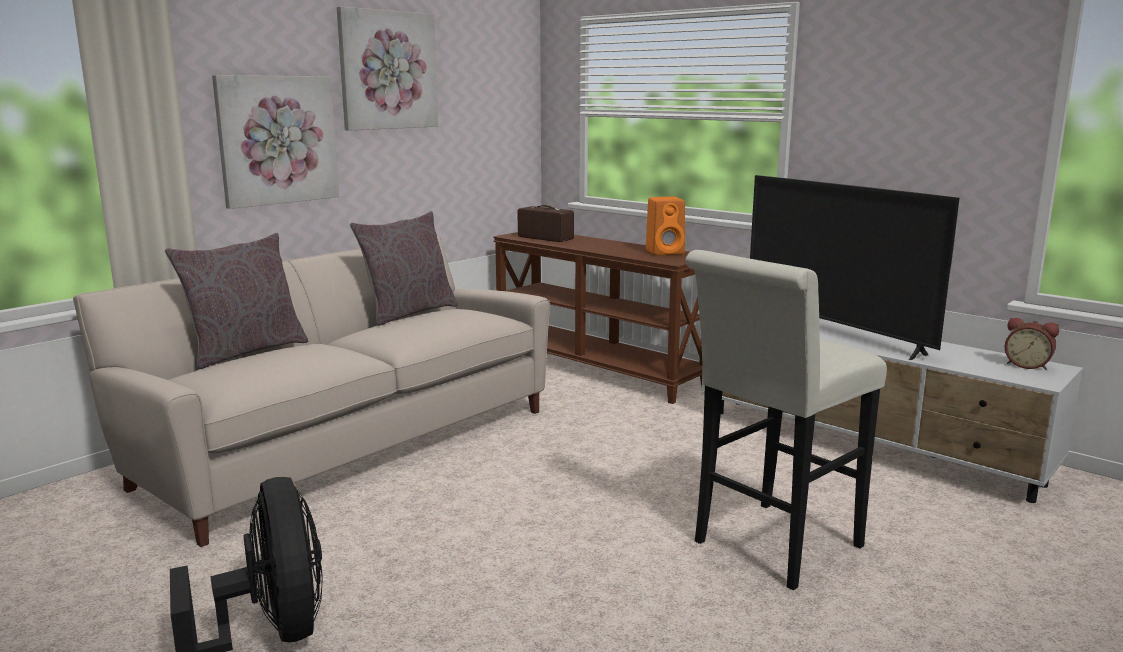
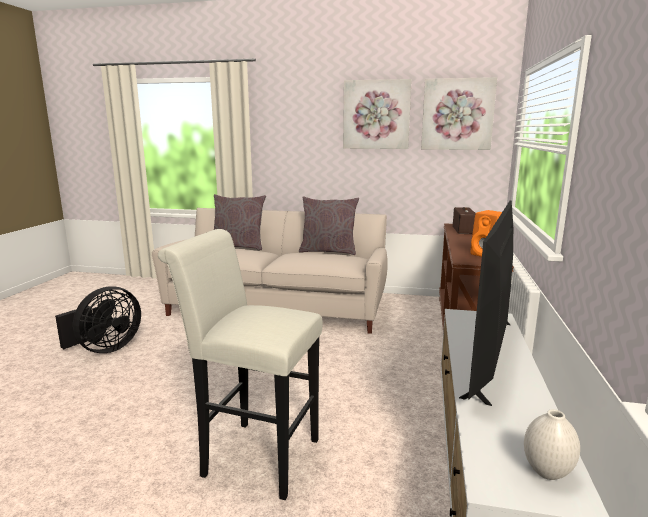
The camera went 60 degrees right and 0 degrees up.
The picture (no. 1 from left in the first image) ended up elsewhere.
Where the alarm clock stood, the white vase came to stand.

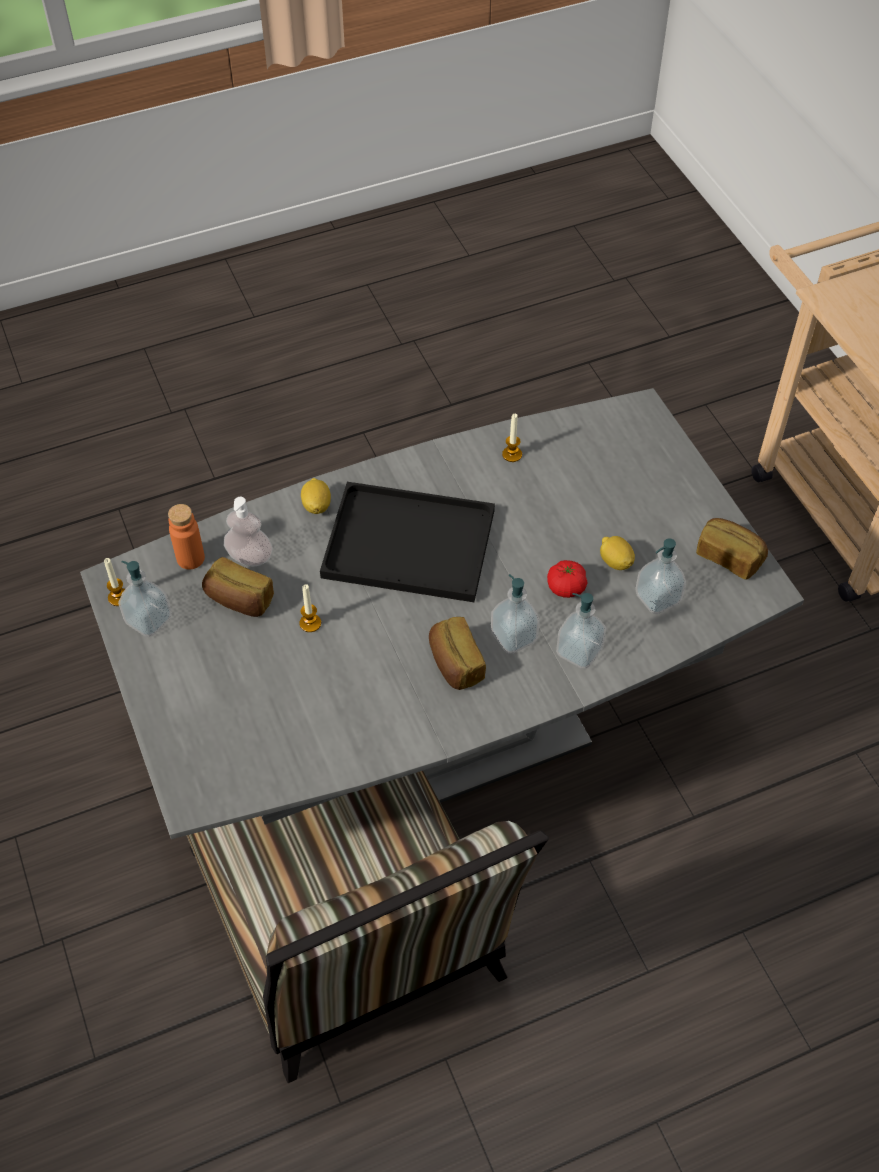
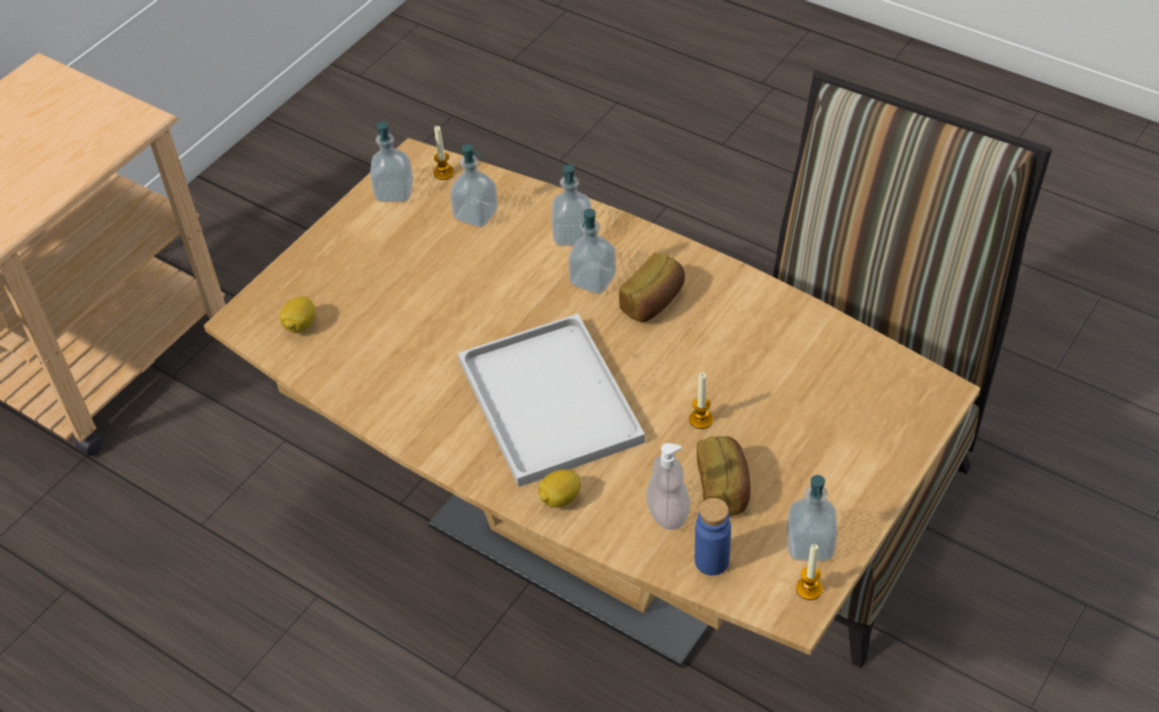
The camera went 120 degrees left and 5 degrees down.
The second view lost the tomato.
The candle (no. 3 from left in the first image) ended up elsewhere.
The lemon (no. 2 from left in the first image) ended up elsewhere.
Where the bread (no. 3 from left) stood, the soap dispenser (no. 1 from left) came to stand.
What was the grey dining table turned into the brown dining table.
What was the orange bottle turned into the blue bottle.
What was the black tray turned into the white tray.

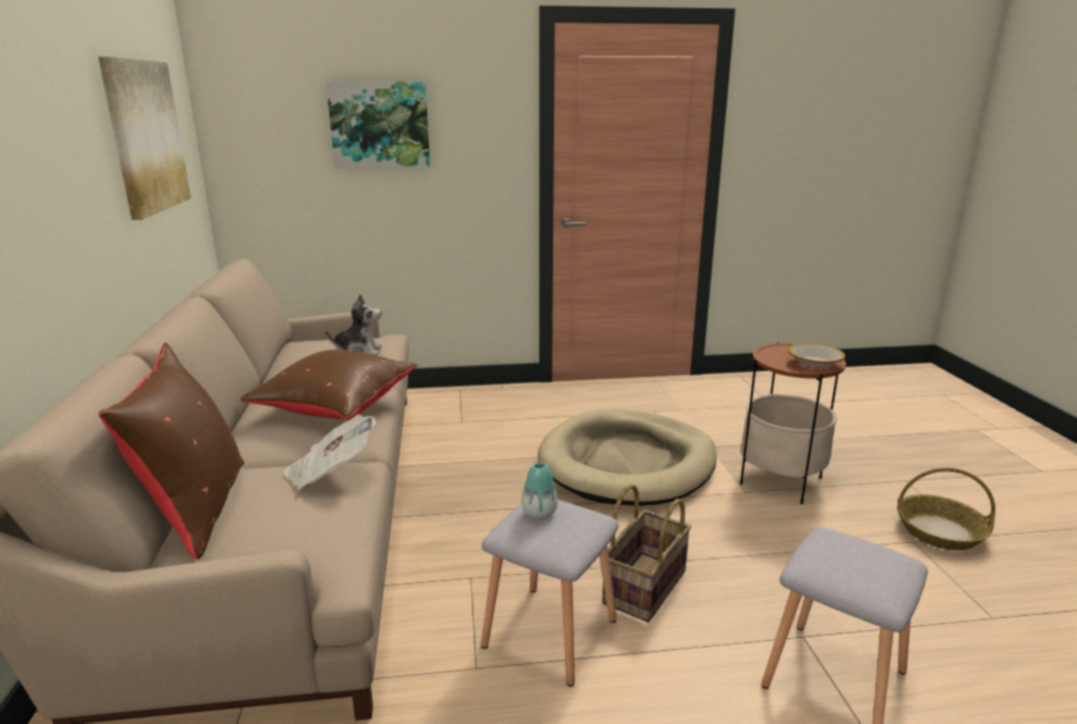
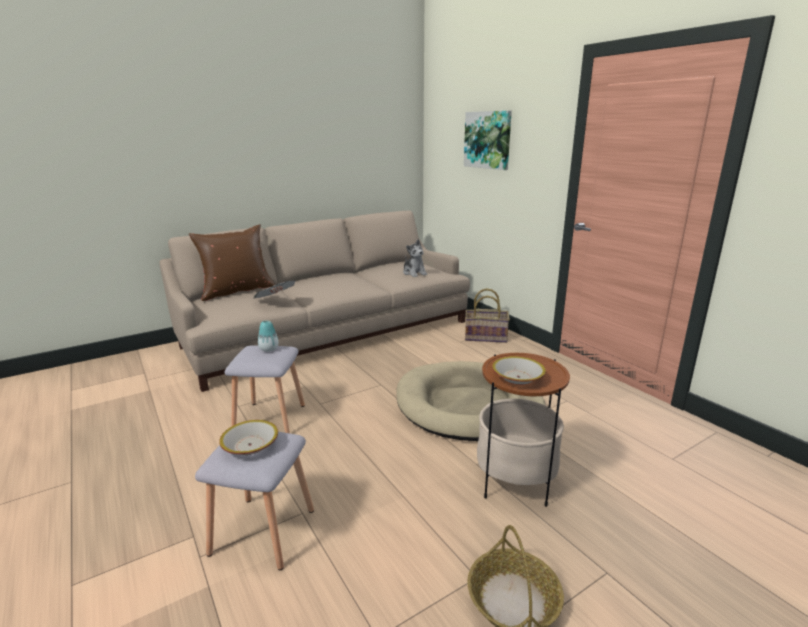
The camera went 65 degrees right and 0 degrees up.
The second view lost the picture (no. 1 from left).
The second view lost the brown pillow (no. 2 from left).
The second view gained the bowl (no. 1 from left).
The basket (no. 1 from left) ended up elsewhere.

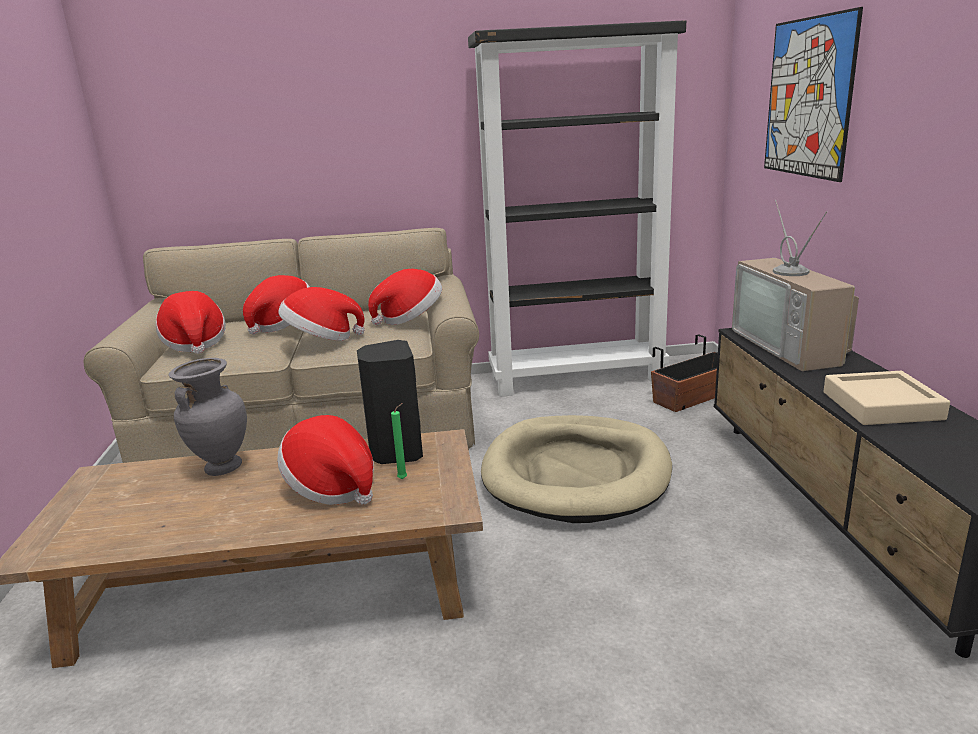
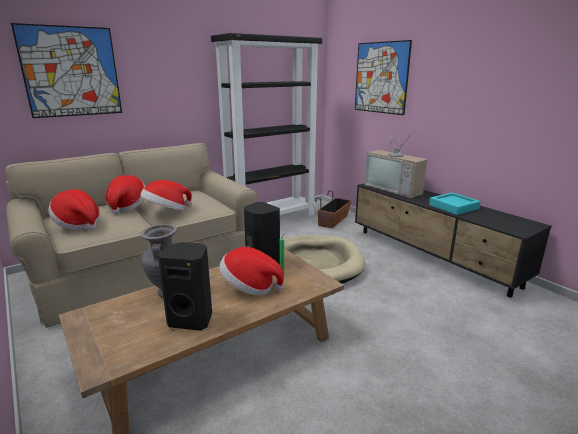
The camera went 30 degrees left and 0 degrees up.
The second view lost the hat (no. 5 from left).
The second view gained the picture (no. 1 from left).
The second view gained the black speaker (no. 1 from left).
What was the beige tray turned into the turquoise tray.

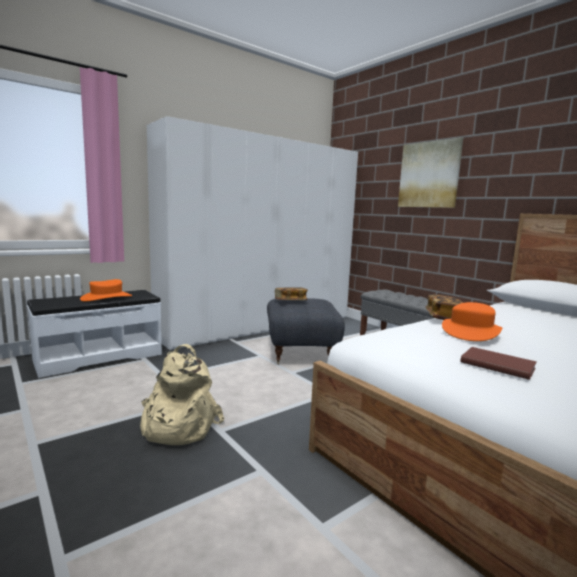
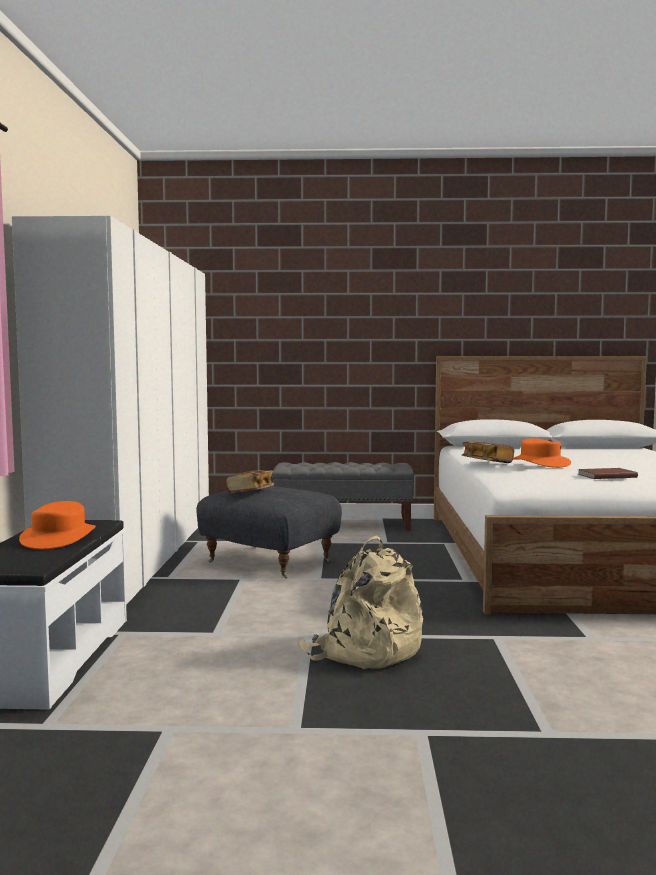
The camera went 50 degrees left and 5 degrees down.
The second view lost the picture.

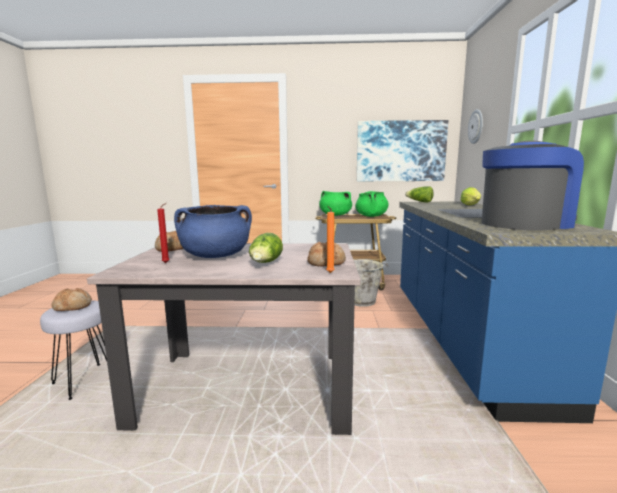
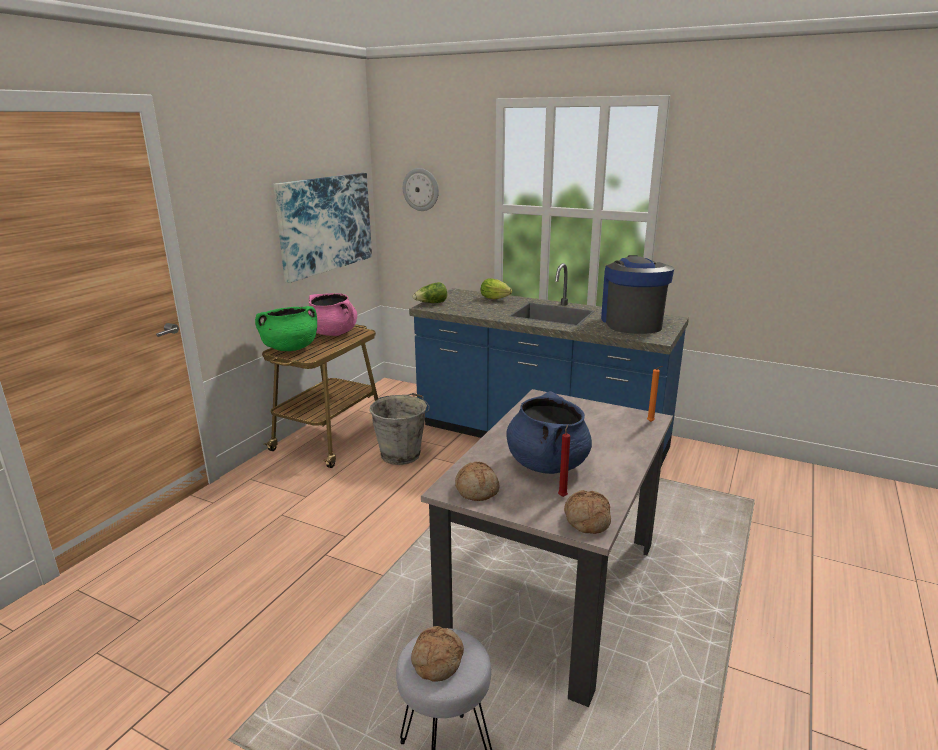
The camera went 65 degrees left and 10 degrees up.
The second view lost the lettuce (no. 1 from left).
The bread (no. 3 from left) ended up elsewhere.
What was the green cooking pot (no. 2 from left) turned into the pink cooking pot.

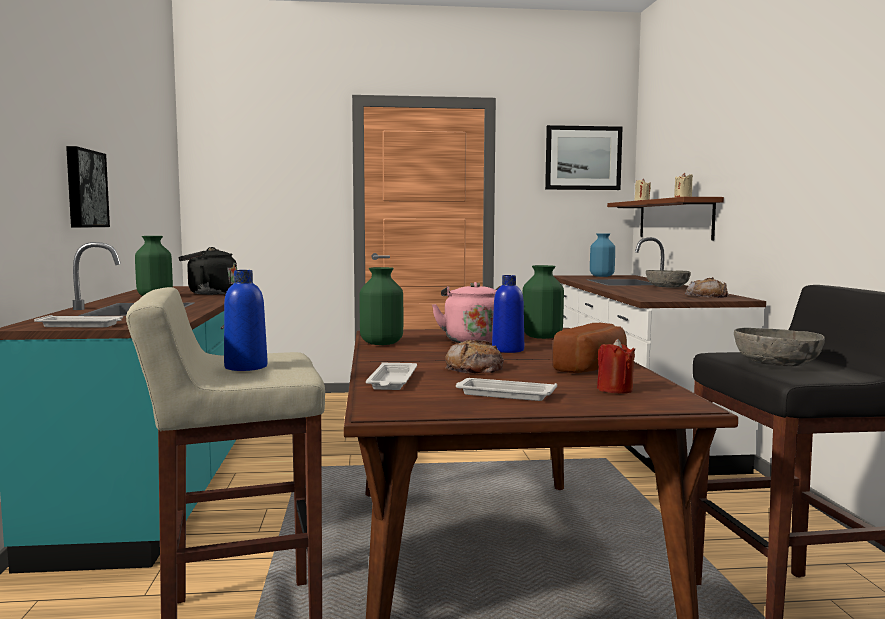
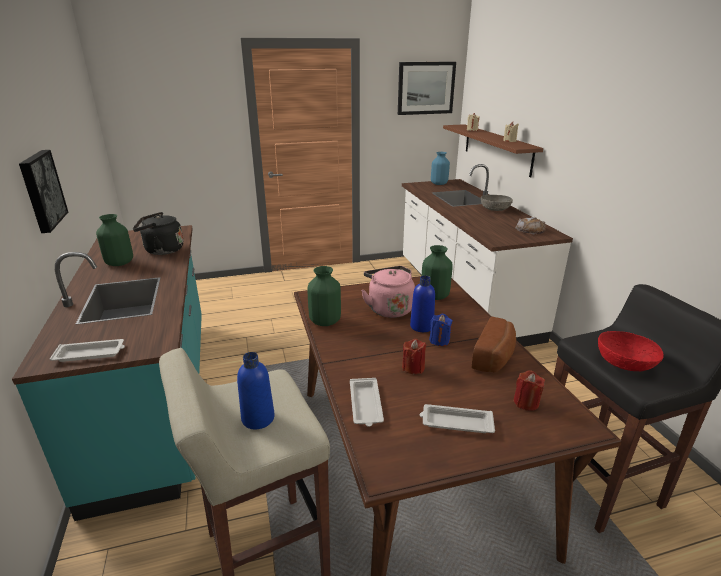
The camera went 10 degrees left and 20 degrees up.
The second view gained the blue candle.
Where the bread (no. 1 from left) stood, the red candle (no. 1 from left) came to stand.
What was the grey bowl (no. 2 from left) turned into the red bowl.

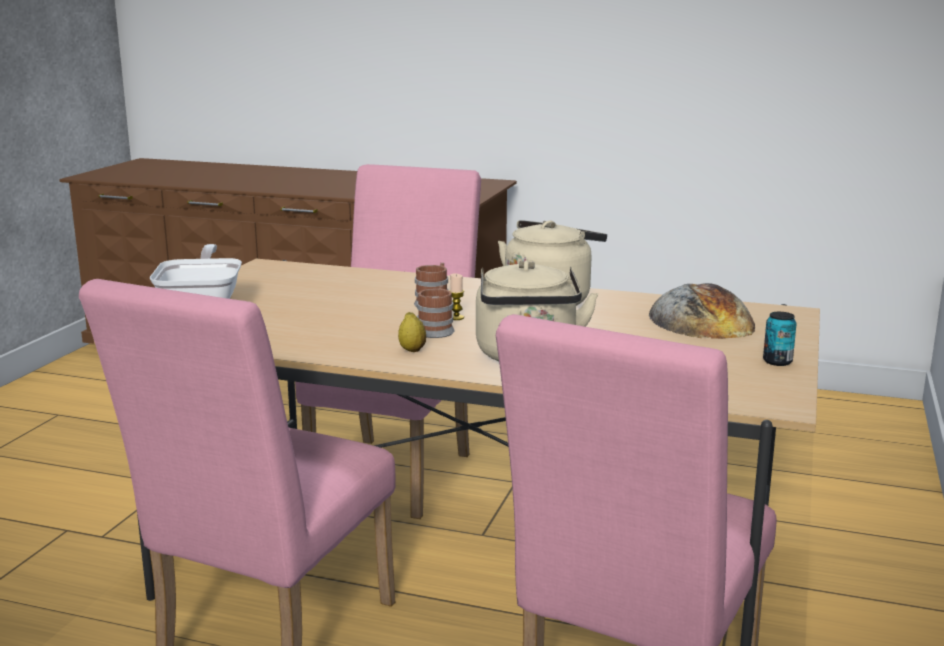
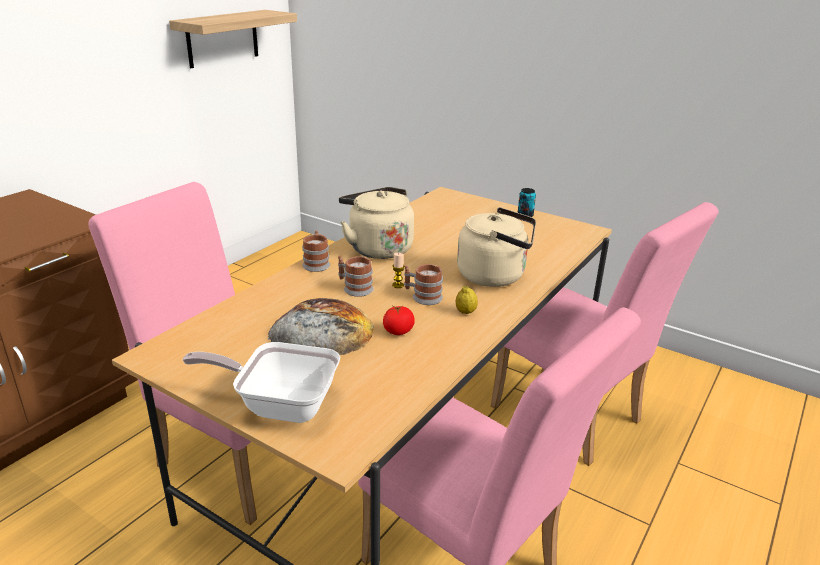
The camera went 75 degrees left and 10 degrees up.
The second view gained the shelf.
The second view gained the mug (no. 1 from left).
The second view gained the tomato.
The bread ended up elsewhere.

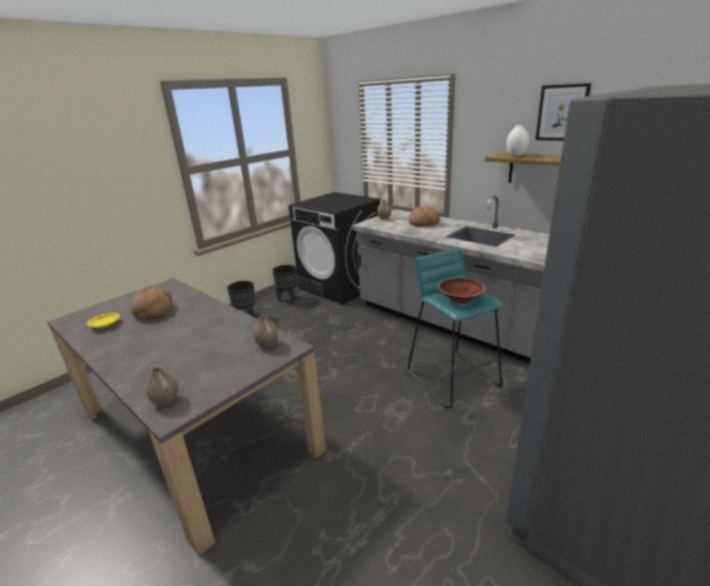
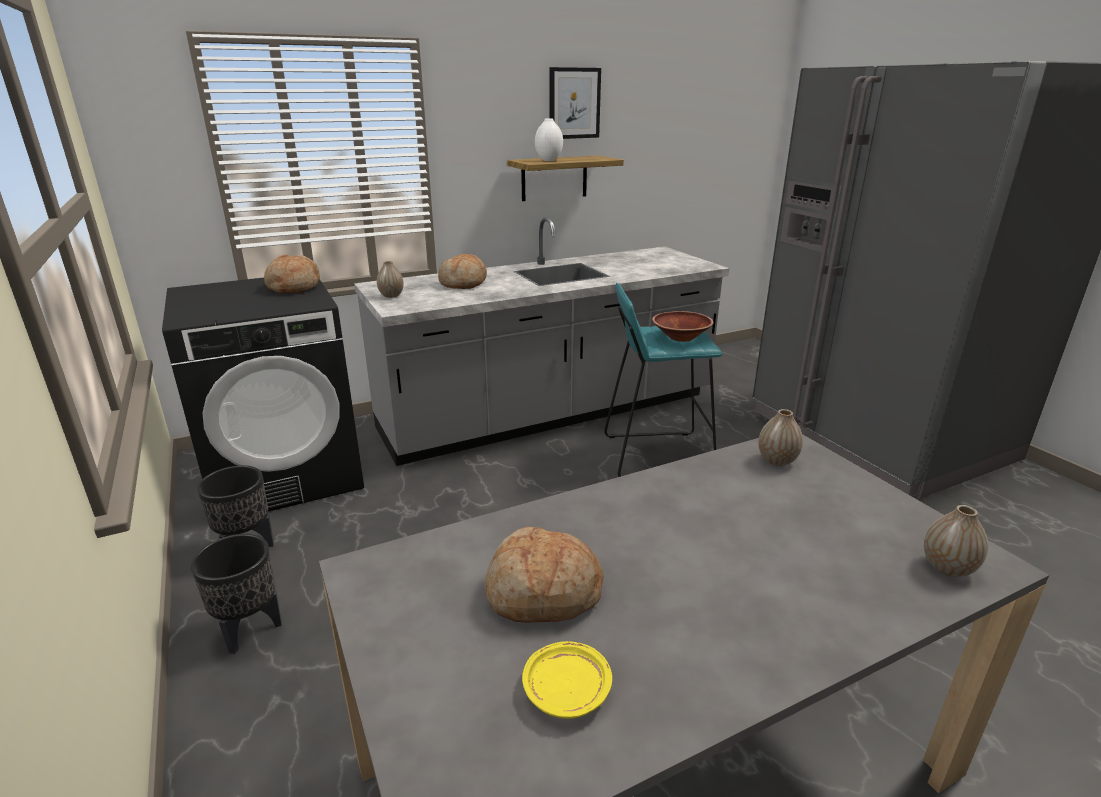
The camera went 70 degrees left and 0 degrees up.
The second view gained the bread (no. 1 from left).

